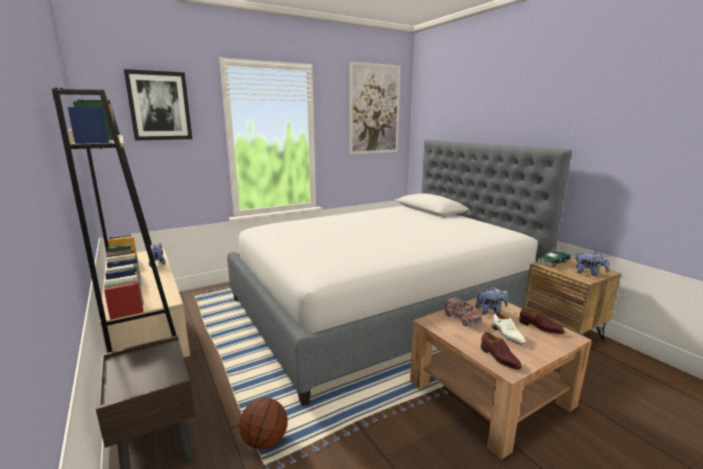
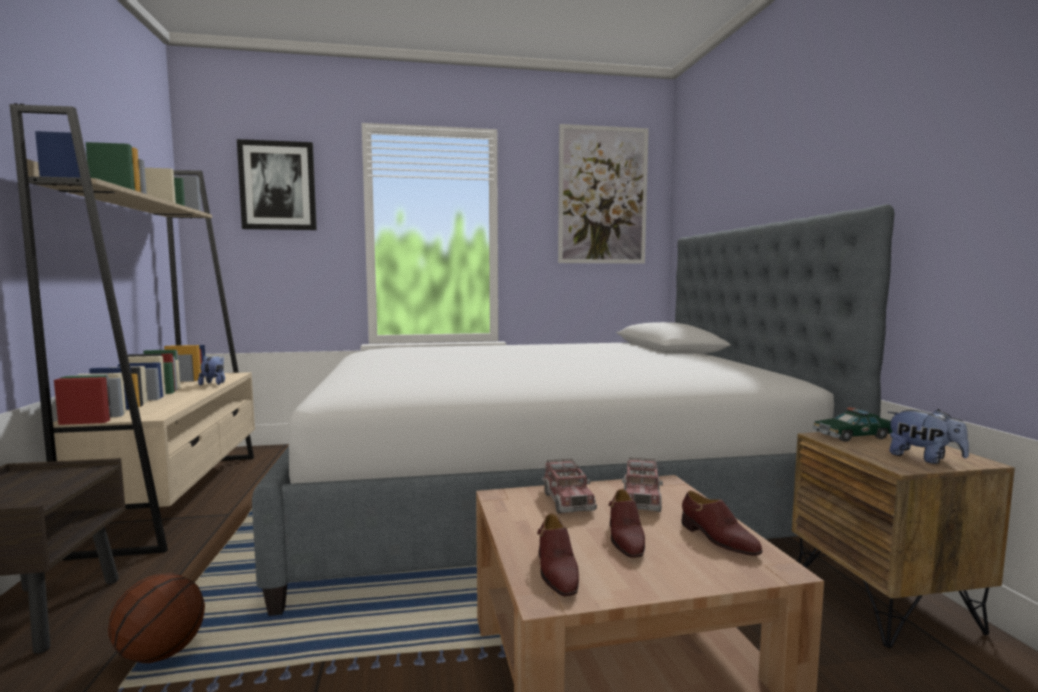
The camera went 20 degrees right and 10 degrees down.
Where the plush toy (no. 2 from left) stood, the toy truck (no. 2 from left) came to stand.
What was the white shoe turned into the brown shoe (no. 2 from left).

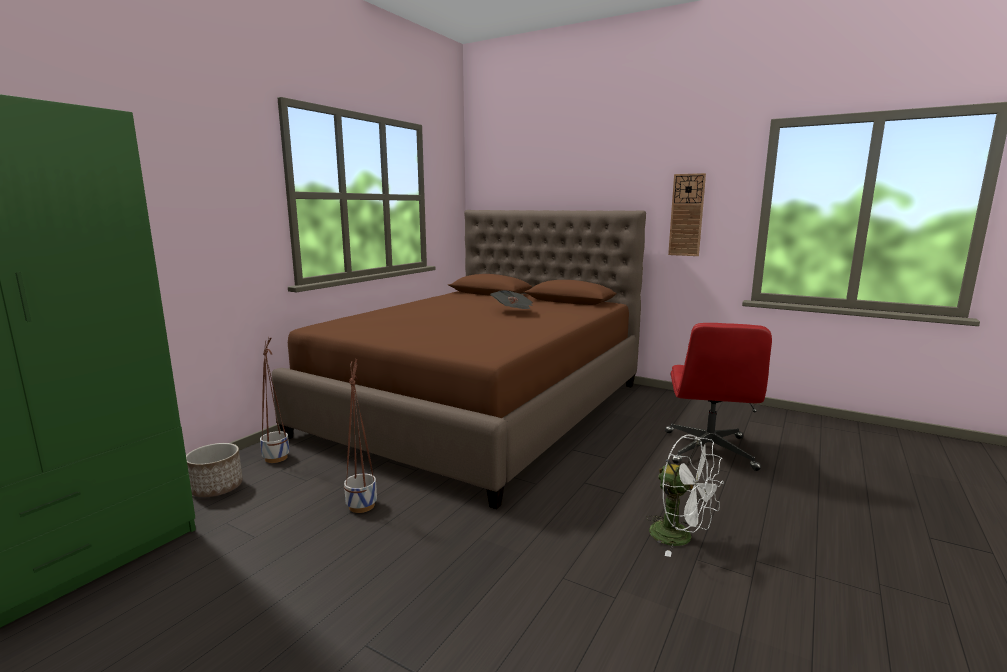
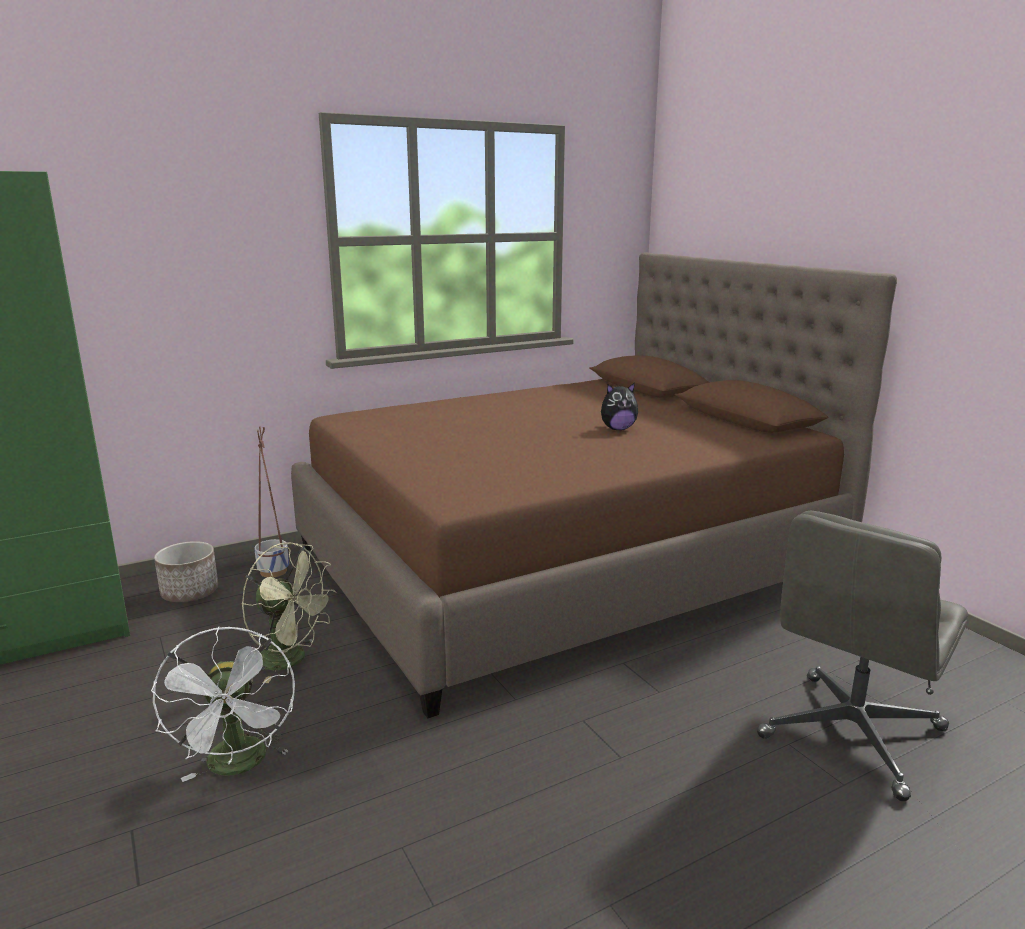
The camera went 30 degrees right and 5 degrees up.
The second view lost the wall clock.
The white fan ended up elsewhere.
Where the planter (no. 3 from left) stood, the green fan came to stand.
Where the newspaper stood, the plush toy came to stand.
What was the red office chair turned into the grey office chair.

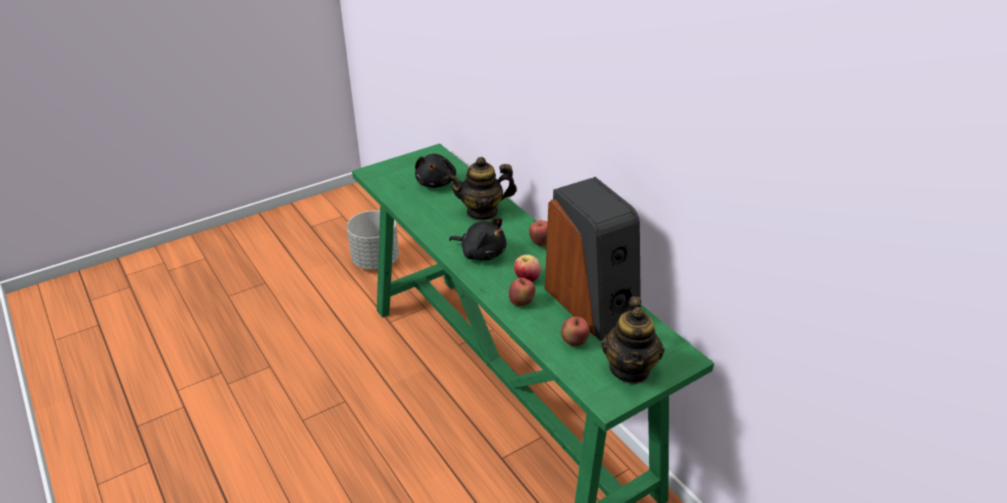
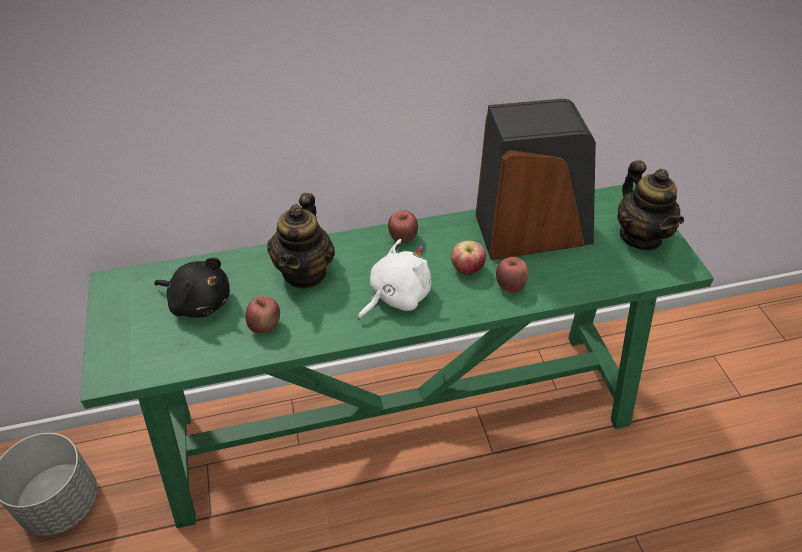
The camera went 70 degrees left and 10 degrees up.
The apple (no. 4 from left in the first image) ended up elsewhere.
What was the black plush toy (no. 2 from left) turned into the white plush toy.
The teapot (no. 2 from left) ended up facing another way, 45 degrees clockwise from before.

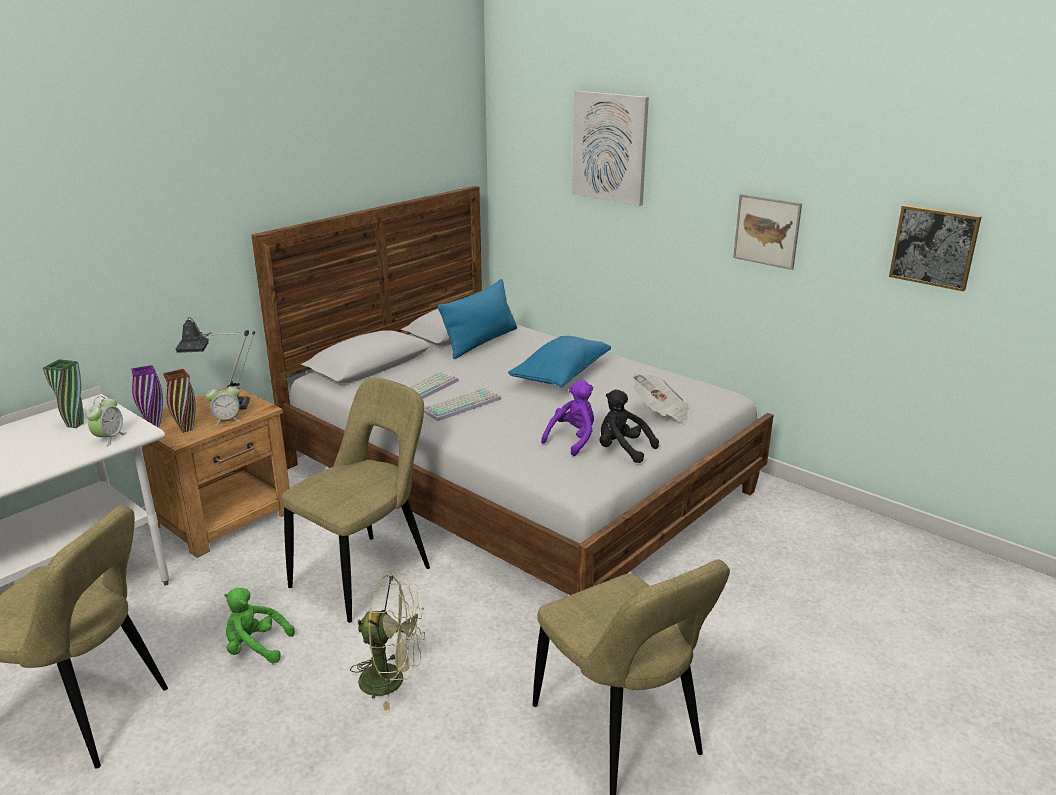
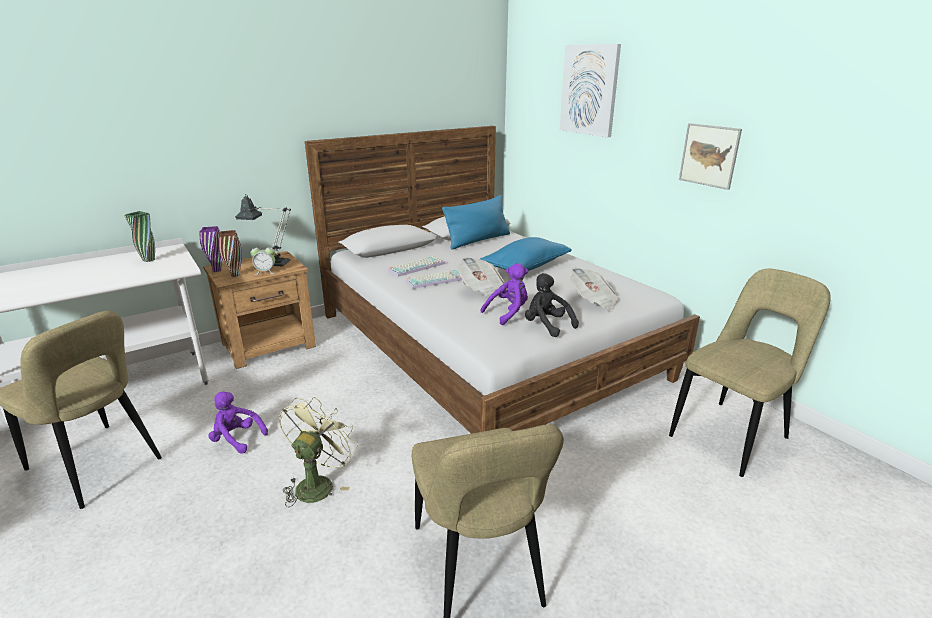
The camera went 15 degrees right and 0 degrees up.
The second view lost the alarm clock (no. 1 from left).
The second view lost the picture (no. 3 from left).
The second view gained the newspaper (no. 1 from left).
The beige chair (no. 2 from left in the first image) ended up elsewhere.
What was the green plush toy turned into the purple plush toy (no. 1 from left).
The green fan ended up facing another way, 90 degrees counterclockwise from before.

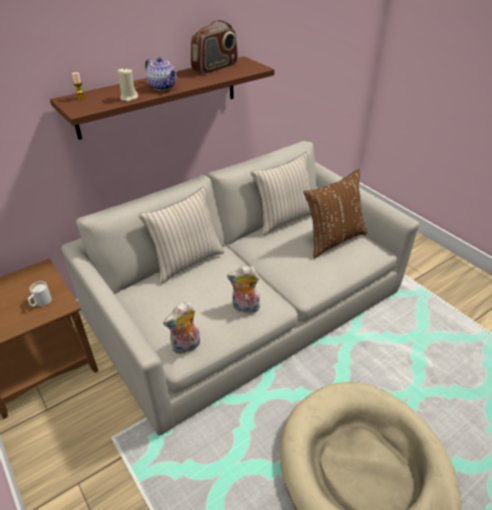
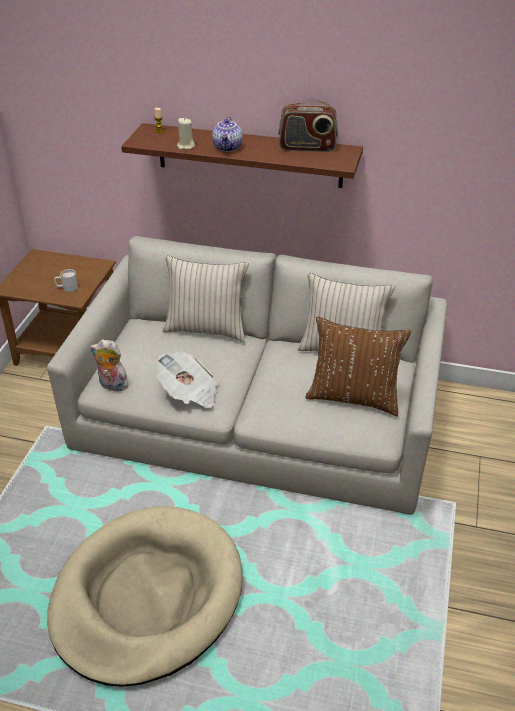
The camera went 50 degrees right and 0 degrees up.
Where the plush toy (no. 2 from left) stood, the newspaper came to stand.

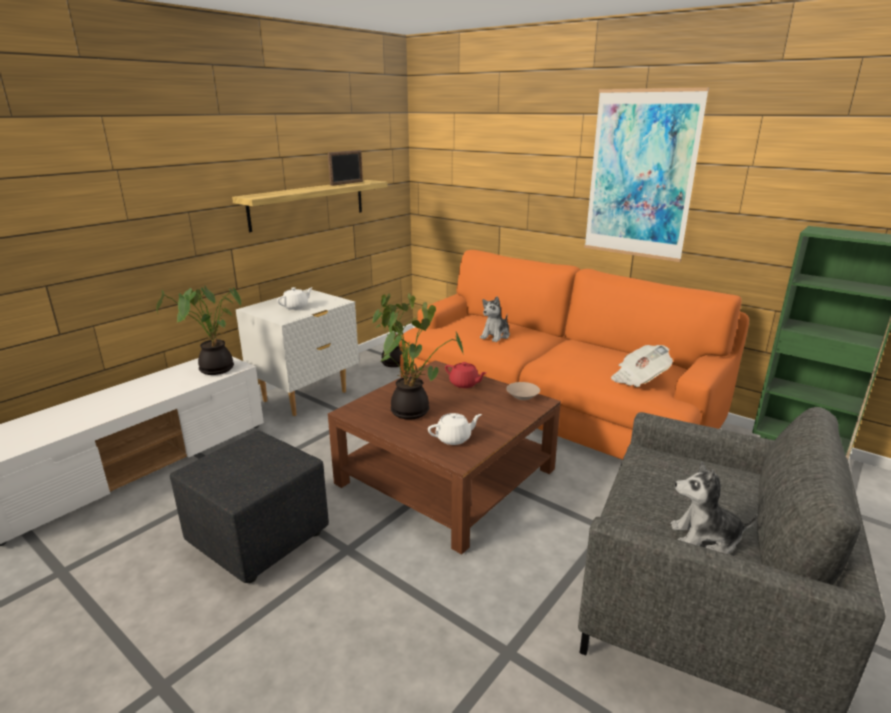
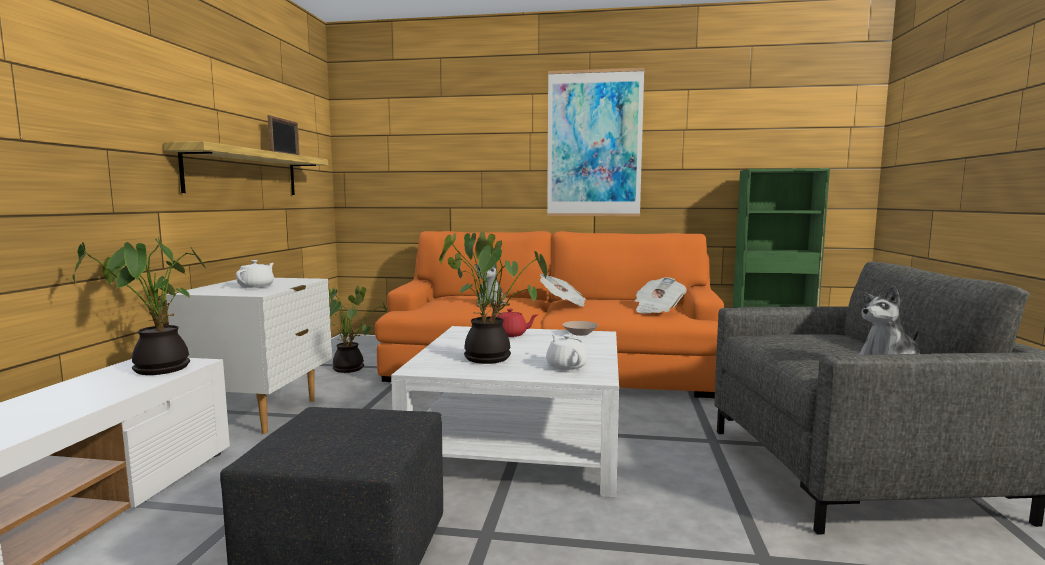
The camera went 30 degrees left and 15 degrees down.
The second view gained the newspaper (no. 1 from left).
What was the brown coffee table turned into the white coffee table.
The white teapot (no. 2 from left) ended up facing another way, 60 degrees counterclockwise from before.

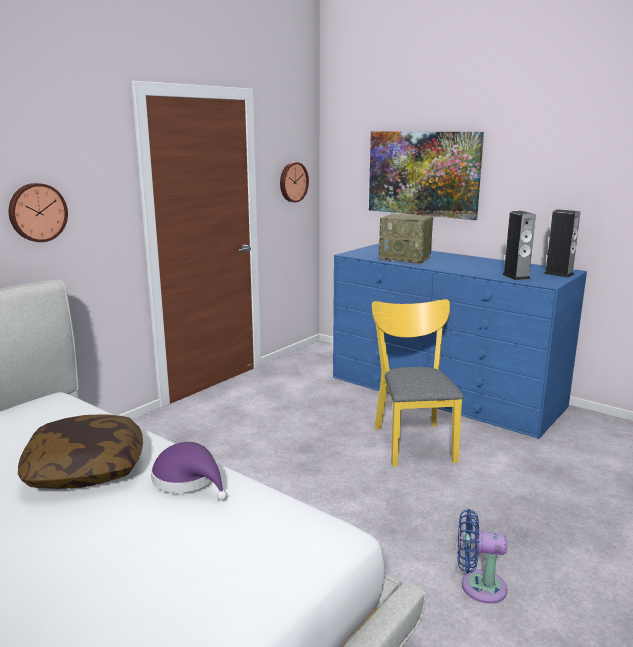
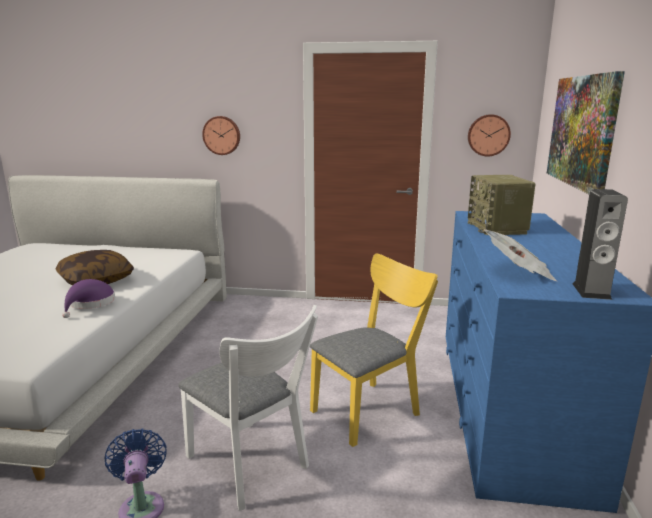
The camera went 60 degrees right and 0 degrees up.
The second view gained the white chair.
Where the speaker (no. 1 from left) stood, the newspaper came to stand.

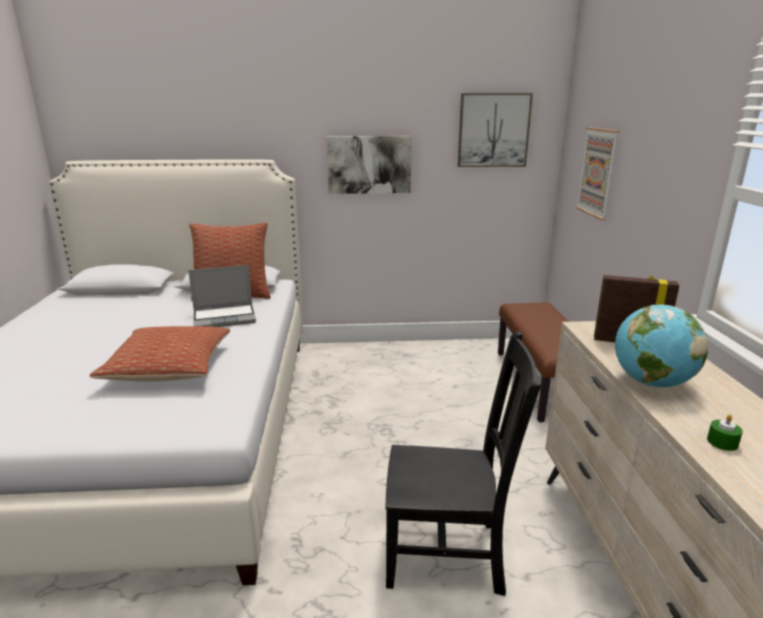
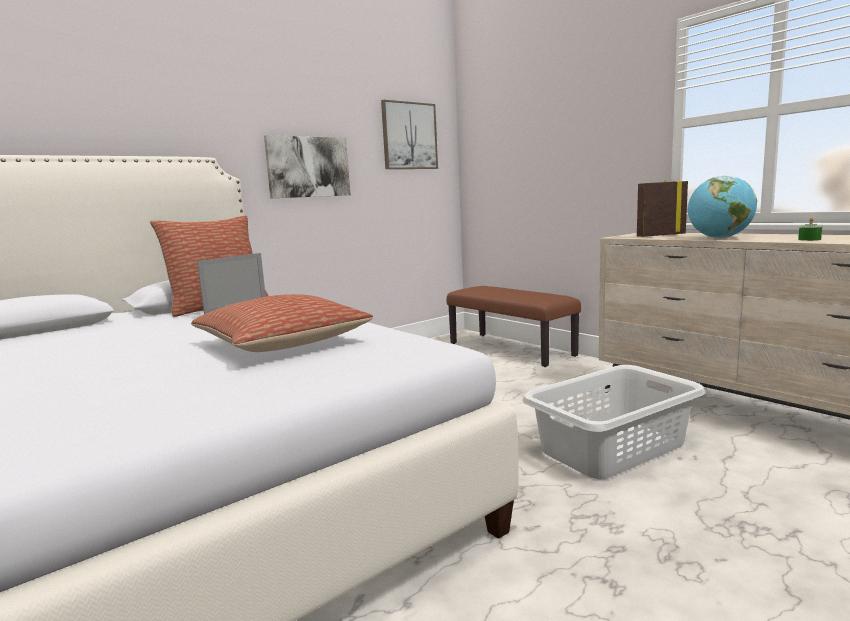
The camera went 35 degrees left and 10 degrees down.
The second view lost the picture (no. 3 from left).
Where the black chair stood, the grey laundry basket came to stand.

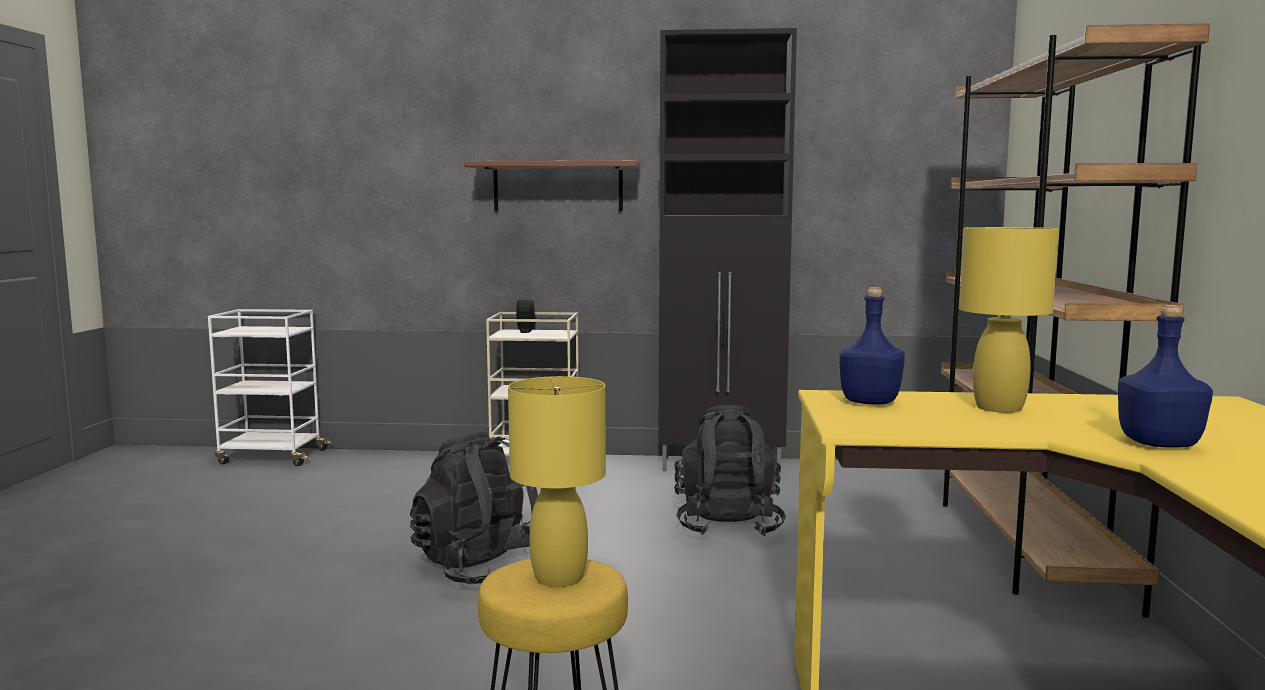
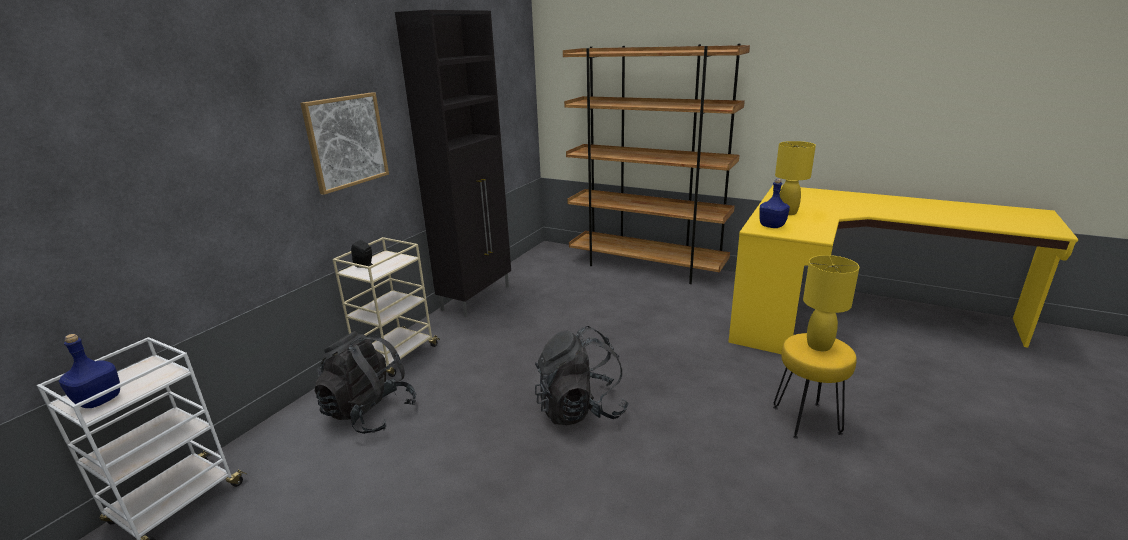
The camera went 65 degrees left and 15 degrees up.
The black backpack (no. 2 from left in the first image) ended up elsewhere.
The blue bottle (no. 2 from left in the first image) ended up elsewhere.
Where the brown shelf hung, the picture came to hang.

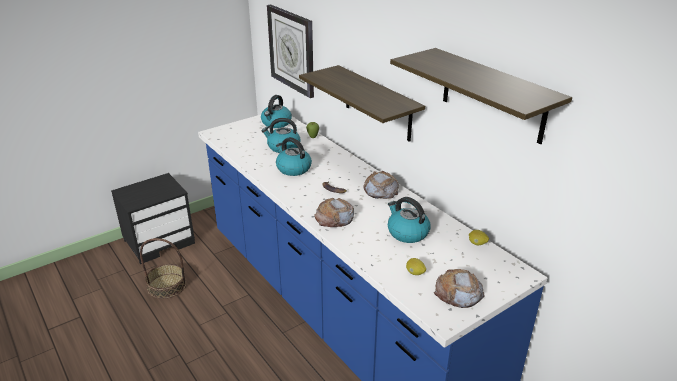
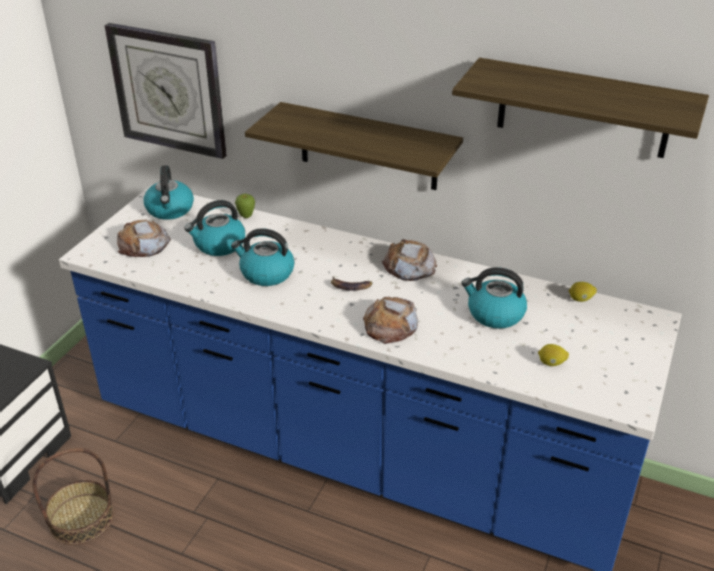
The camera went 30 degrees left and 5 degrees up.
The bread (no. 3 from left in the first image) ended up elsewhere.

